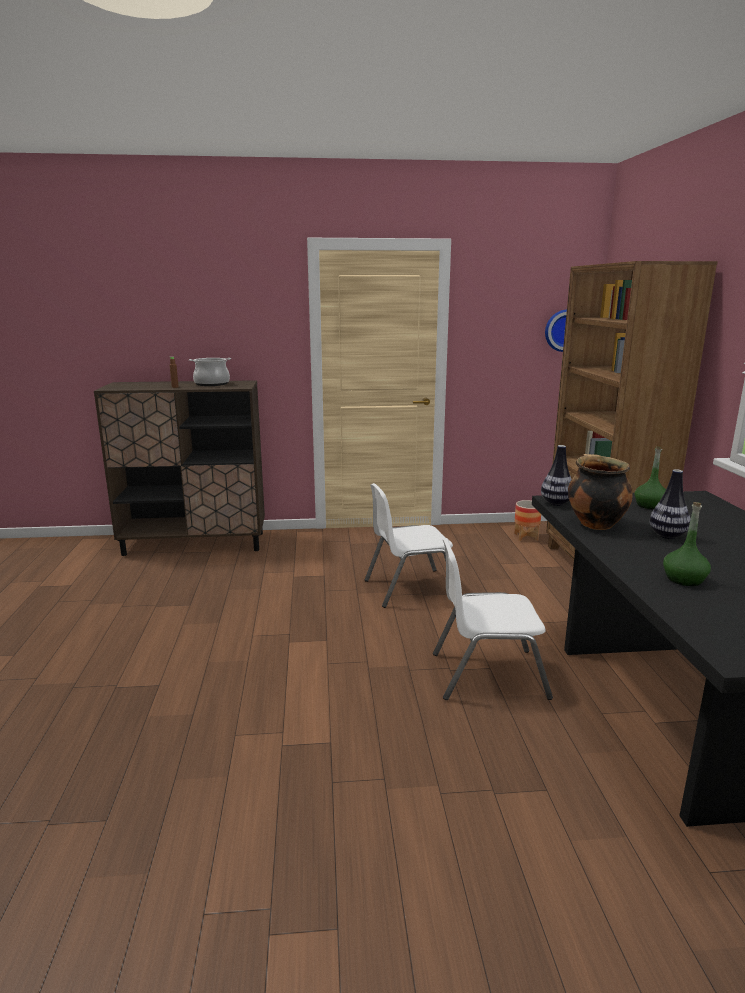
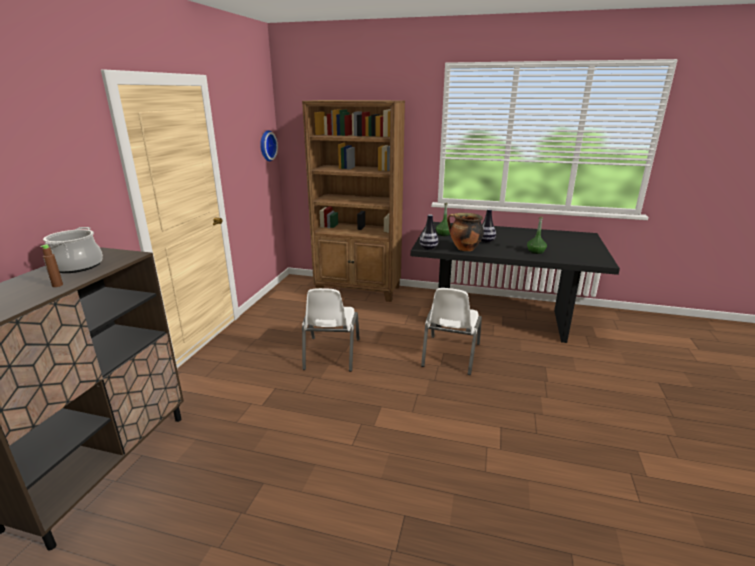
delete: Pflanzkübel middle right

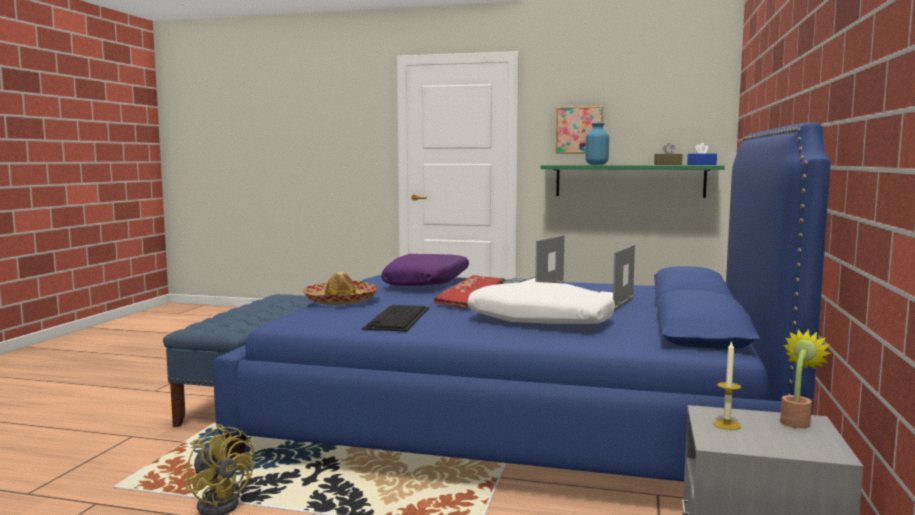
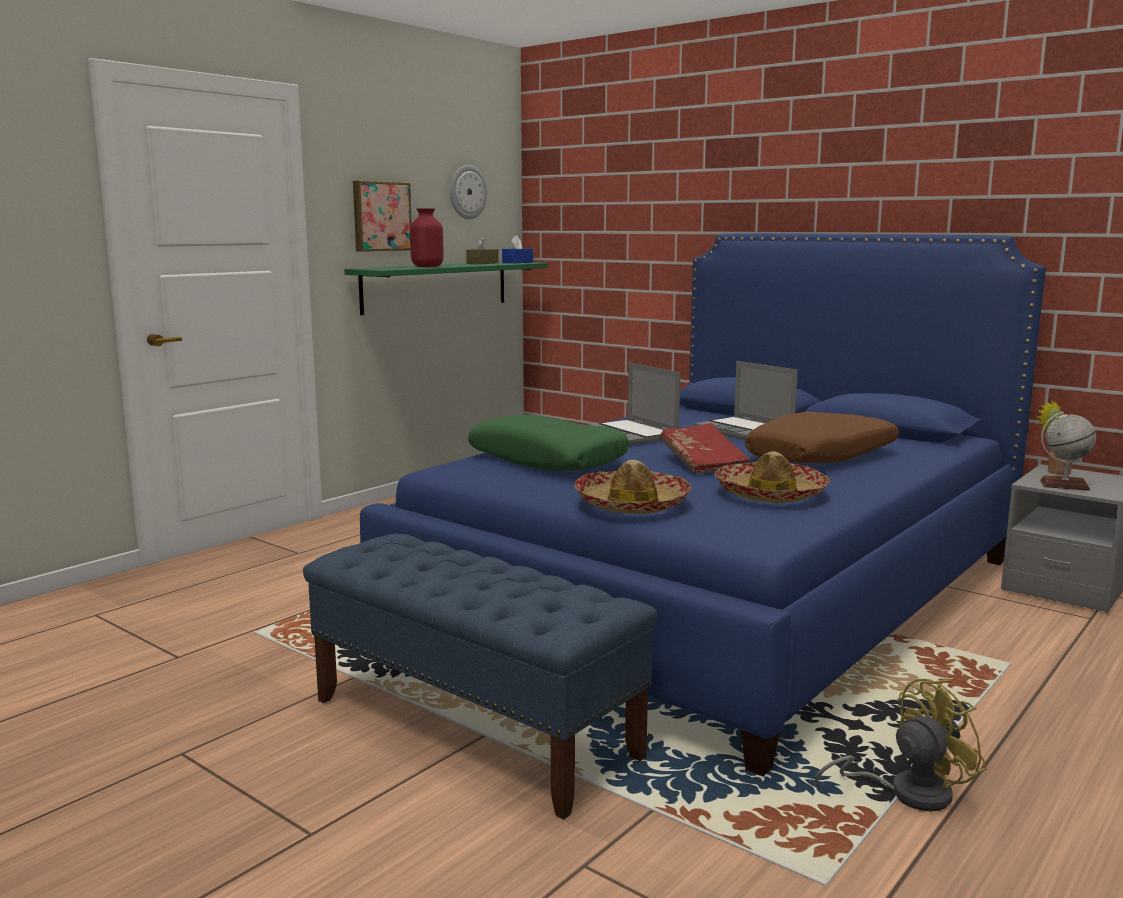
insert: Wanduhr top centre
replace: Tastatur centre to Hut (2nd from left) middle right; Kerze bottom right to Globus middle right
recolor: Kissen/lila centre to Kissen/grün centre; Kissen/weiß centre to Kissen/braun middle right; Vase/blau top centre to Vase/rot top centre

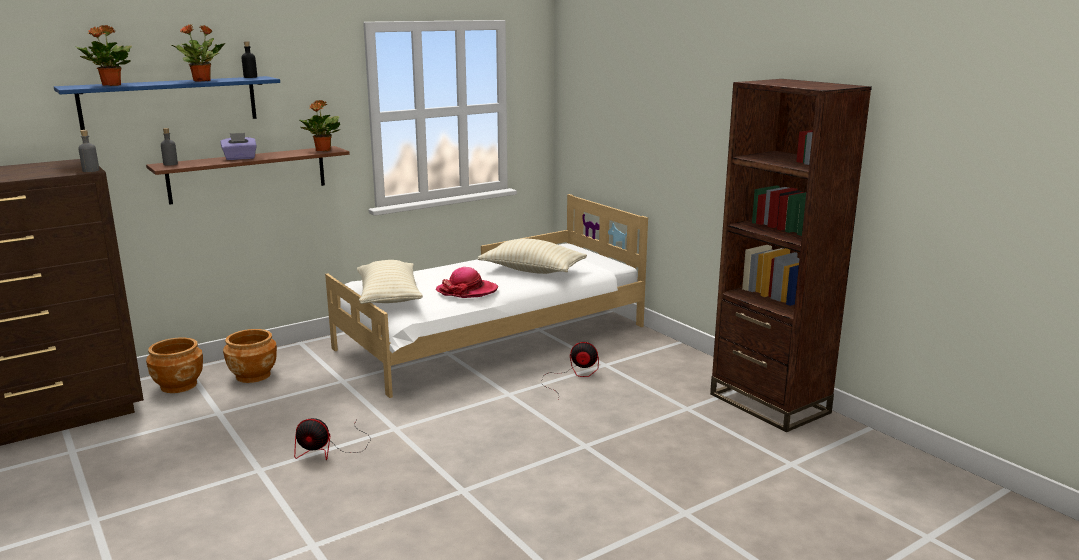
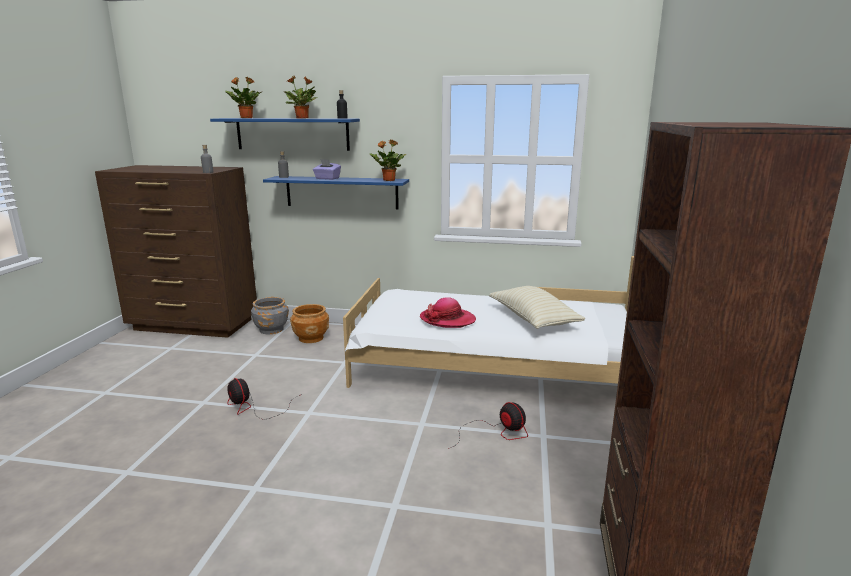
delete: Kissen/beige (1st from left) centre
recolor: Wandregal/braun top left to Wandregal/blau (2nd from left) centre; Pflanzkübel/braun (1st from left) middle left to Pflanzkübel/grau middle left

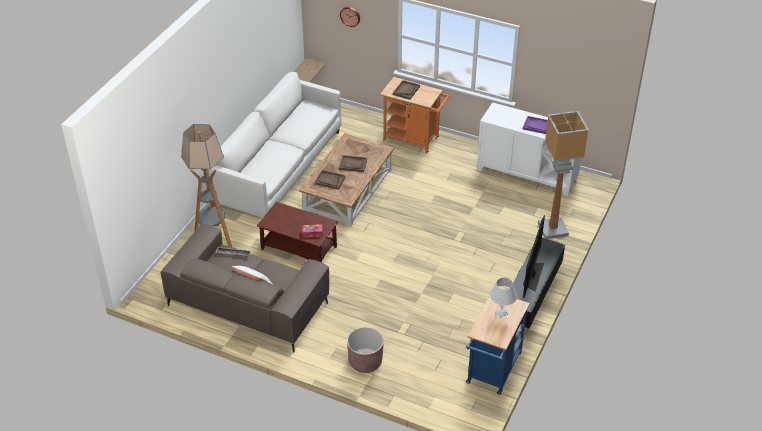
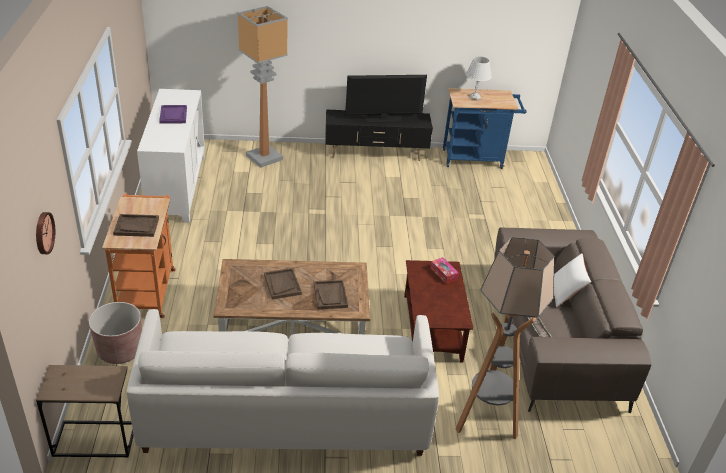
move: Pflanzkübel/braun bottom centre to bottom left

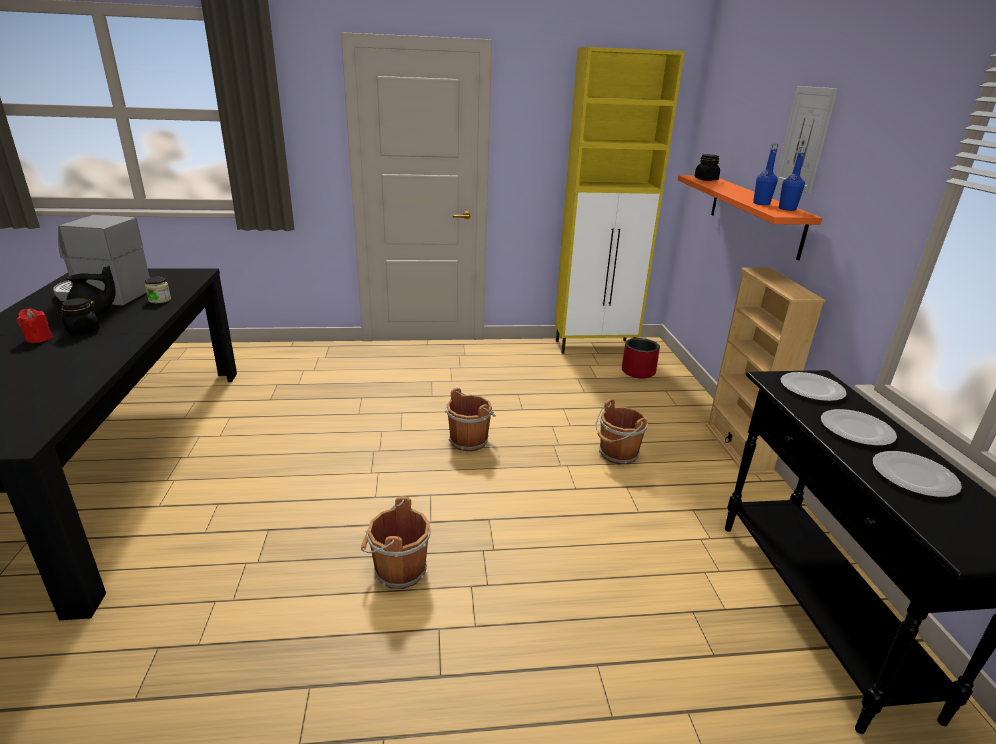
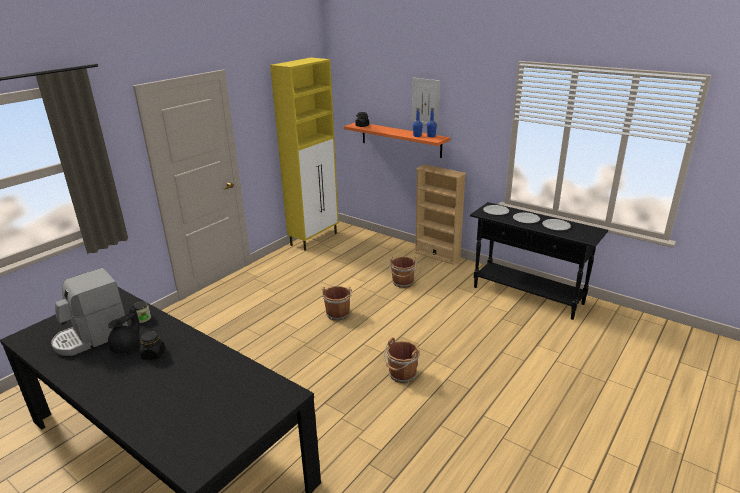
delete: Kerze/rot middle left; Pflanzkübel/rot centre

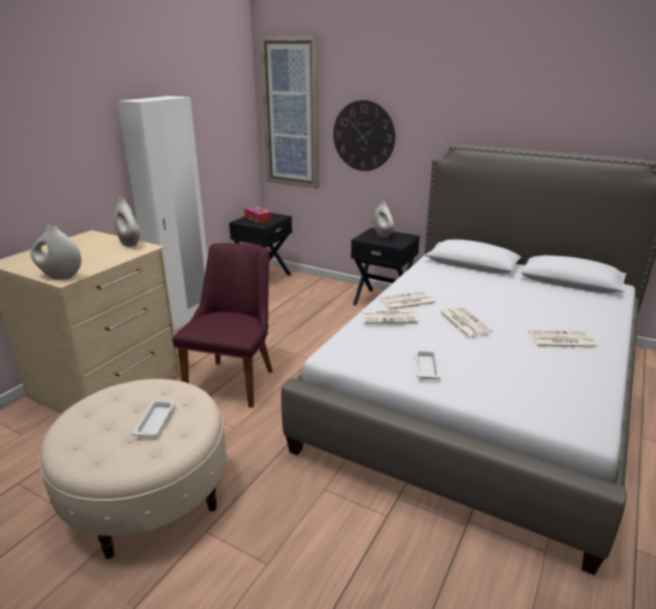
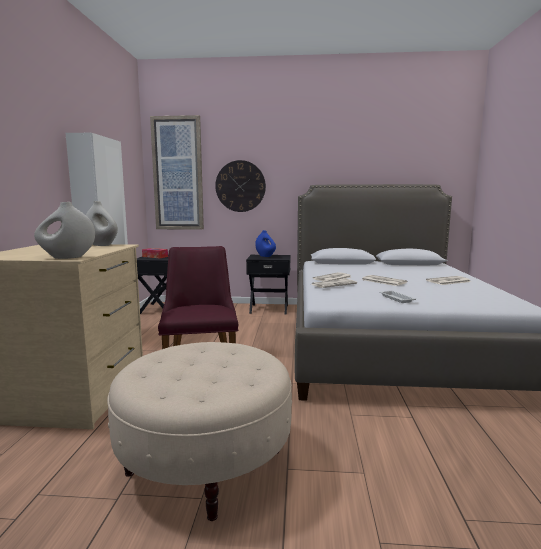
delete: Tablett/weiß (1st from left) bottom left
recolor: Vase/weiß (3rd from left) centre to Vase/blau centre

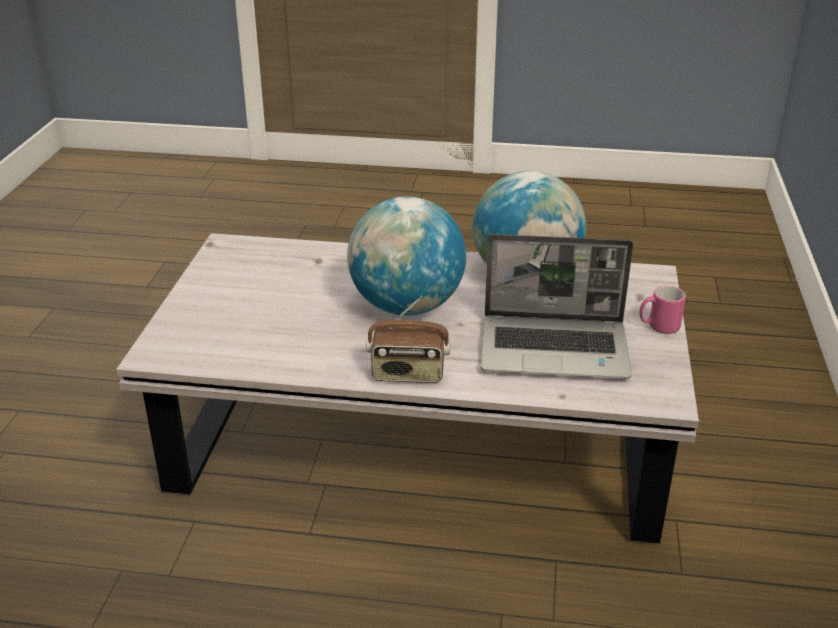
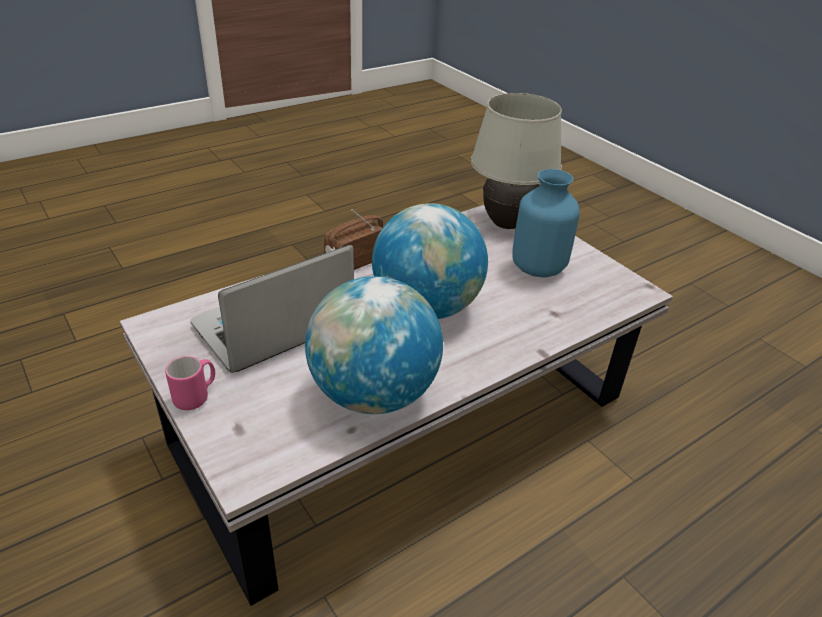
insert: Tischlampe/weiß top centre; Vase/blau centre

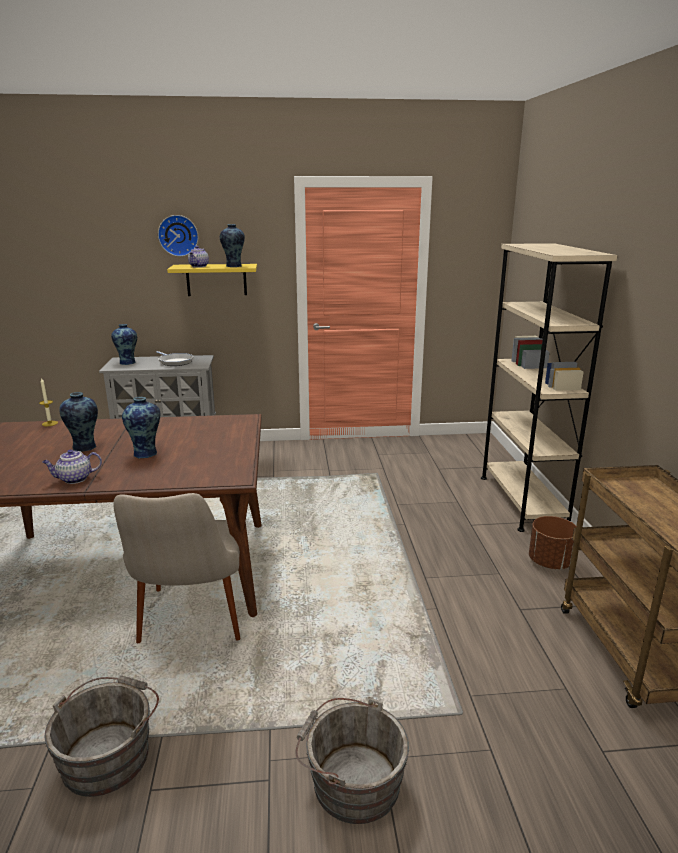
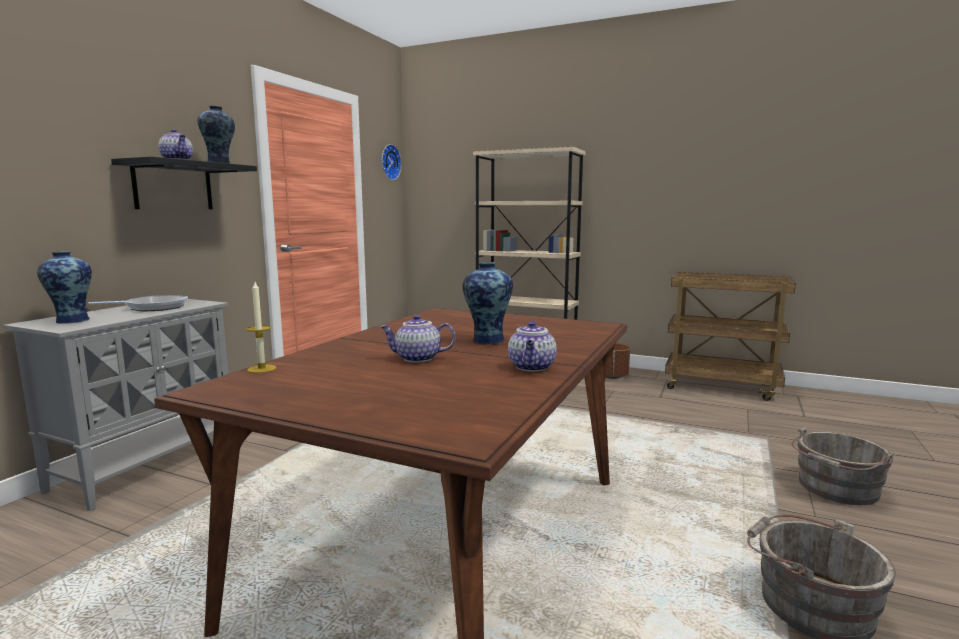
delete: Stuhl/beige middle left
move: Wanduhr top left to top centre
replace: Vase (1st from left) middle left to Teekanne (2nd from left) centre
recolor: Wandregal/gelb top left to Wandregal/schwarz top left

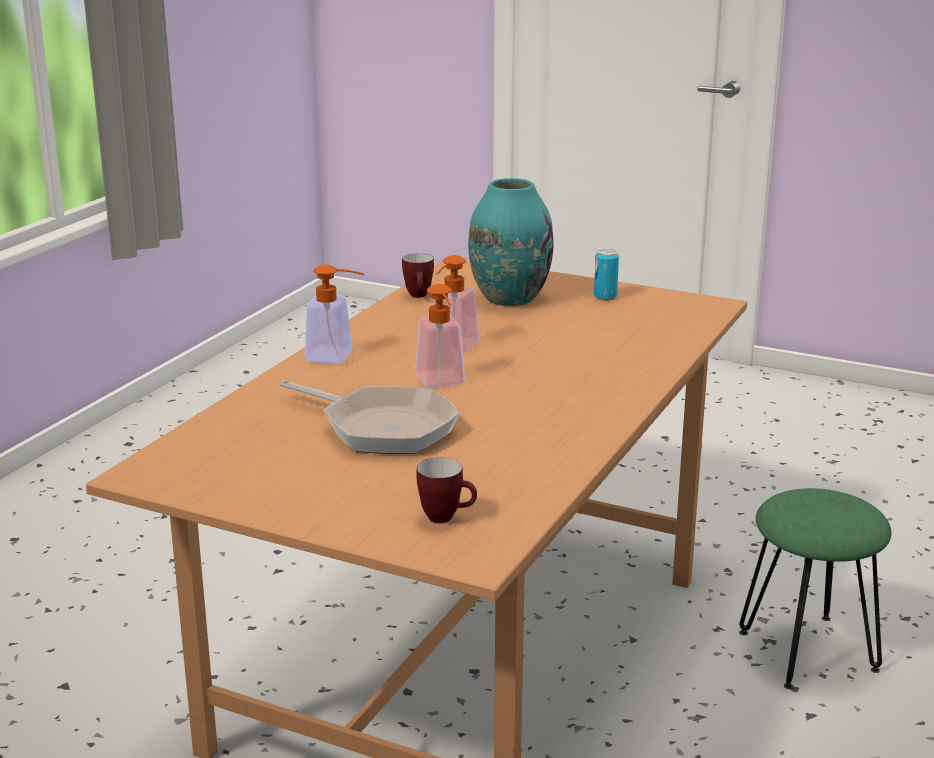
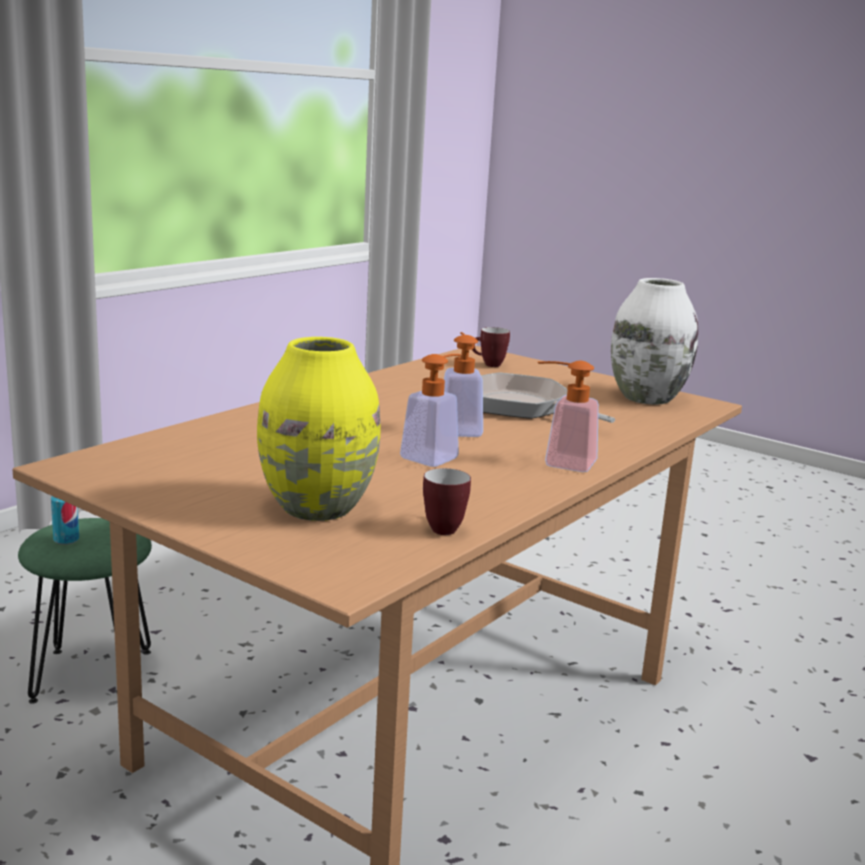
insert: Vase/weiß middle right
move: Dose centre to middle left
recolor: Vase/türkis top centre to Vase/gelb centre

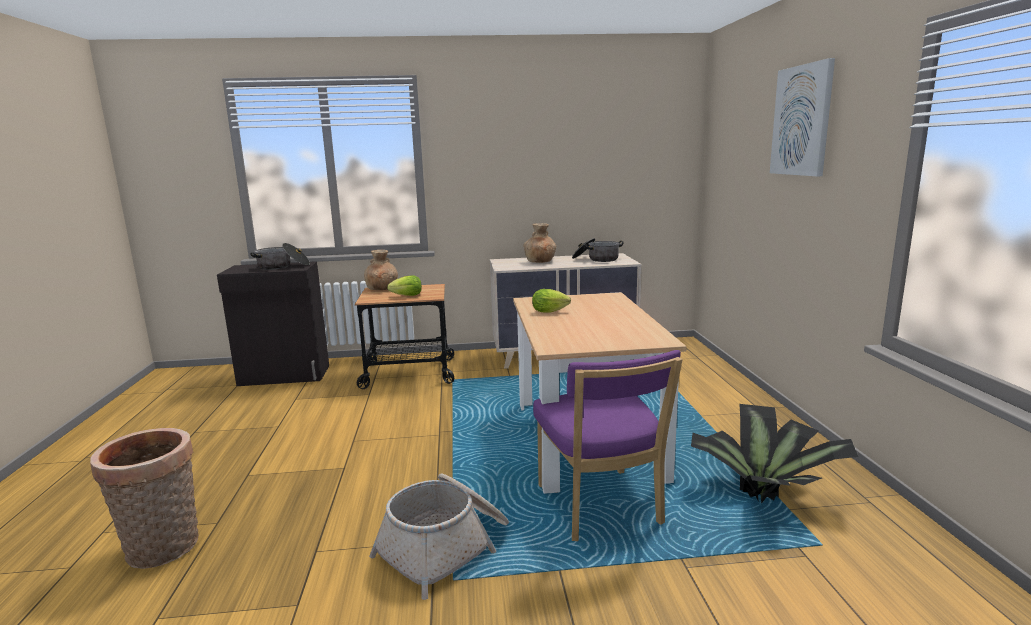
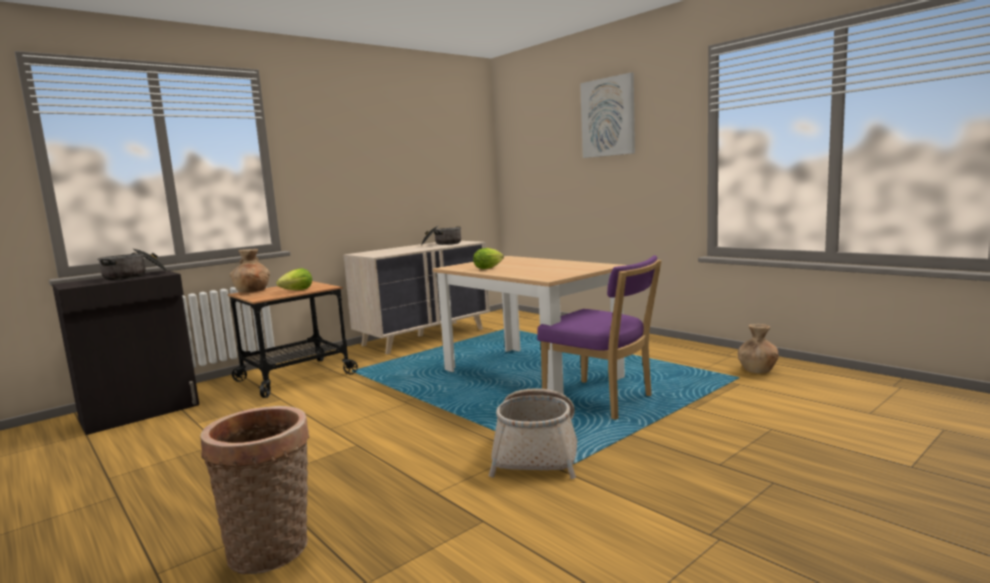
delete: Topfpflanze bottom right
move: Vase/braun (2nd from left) centre to middle right

